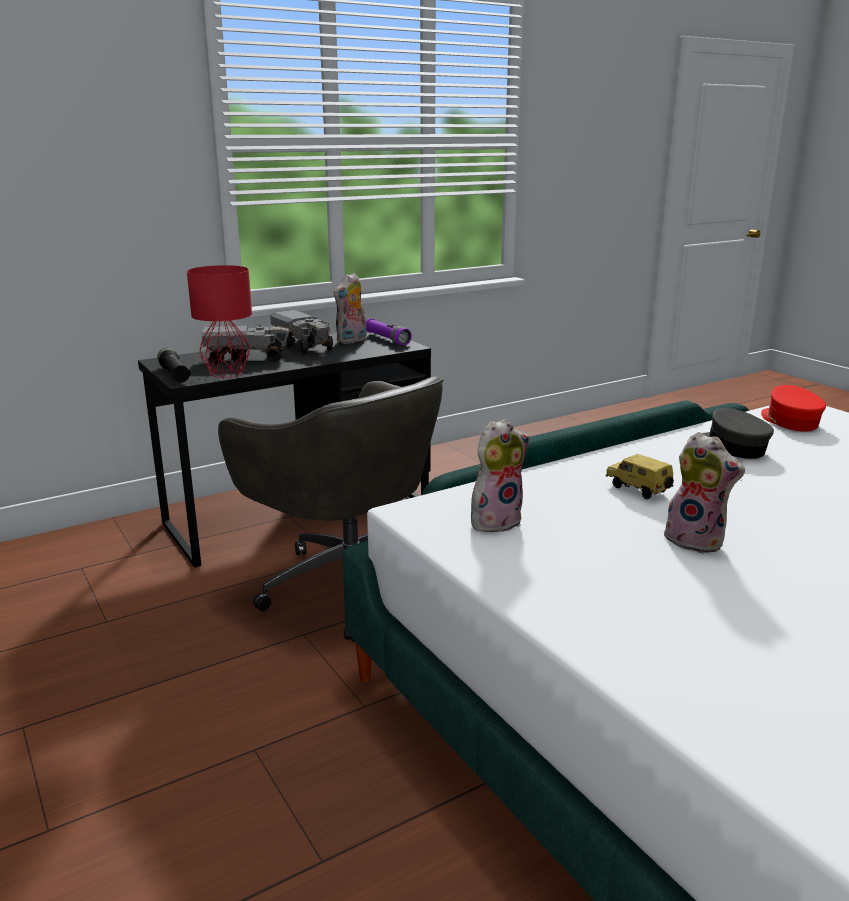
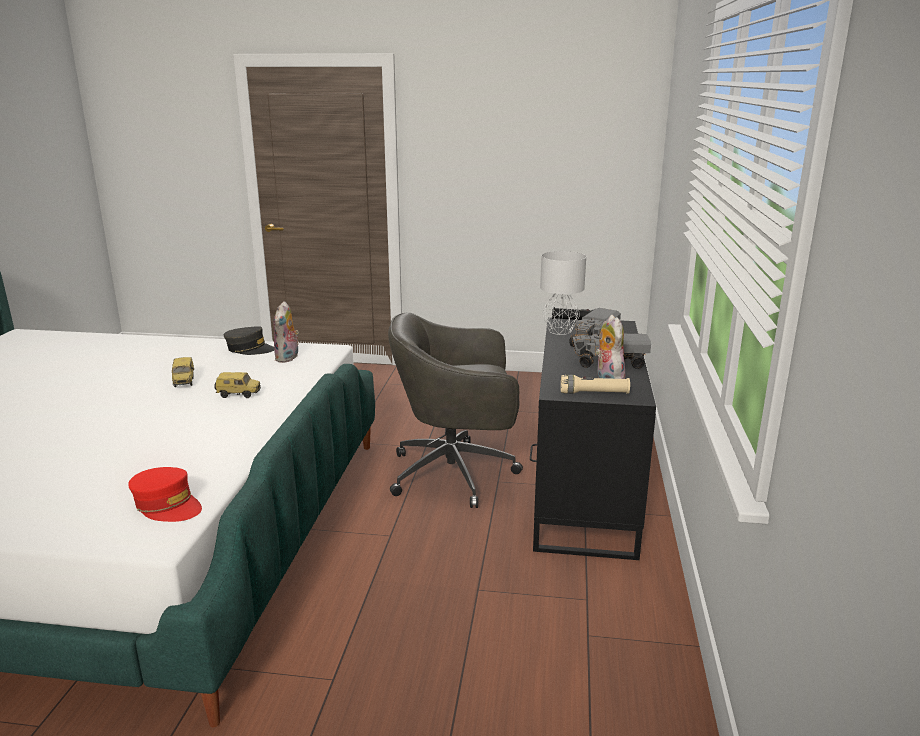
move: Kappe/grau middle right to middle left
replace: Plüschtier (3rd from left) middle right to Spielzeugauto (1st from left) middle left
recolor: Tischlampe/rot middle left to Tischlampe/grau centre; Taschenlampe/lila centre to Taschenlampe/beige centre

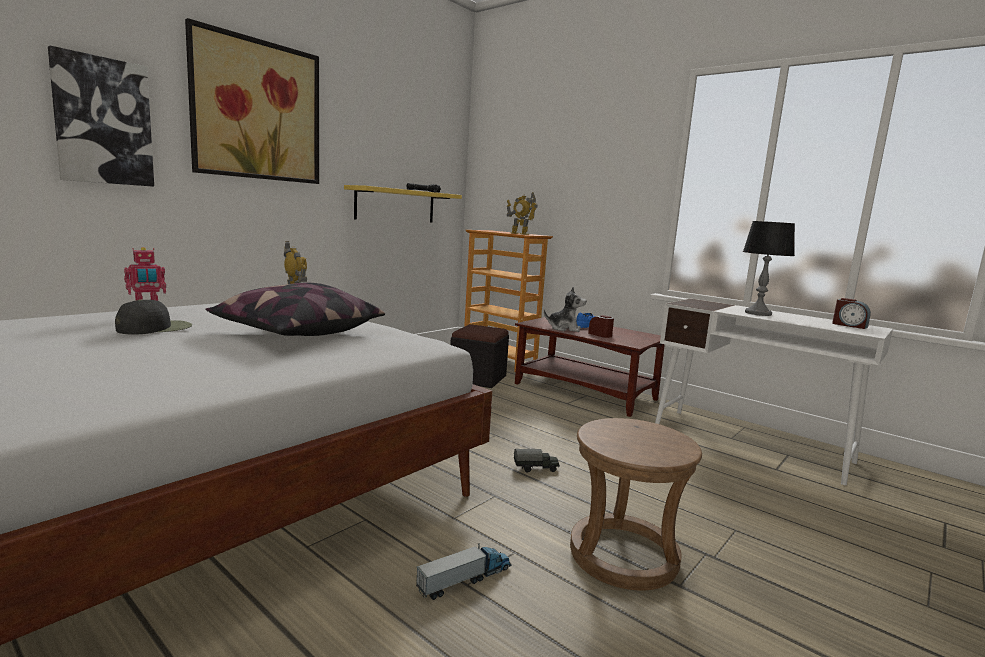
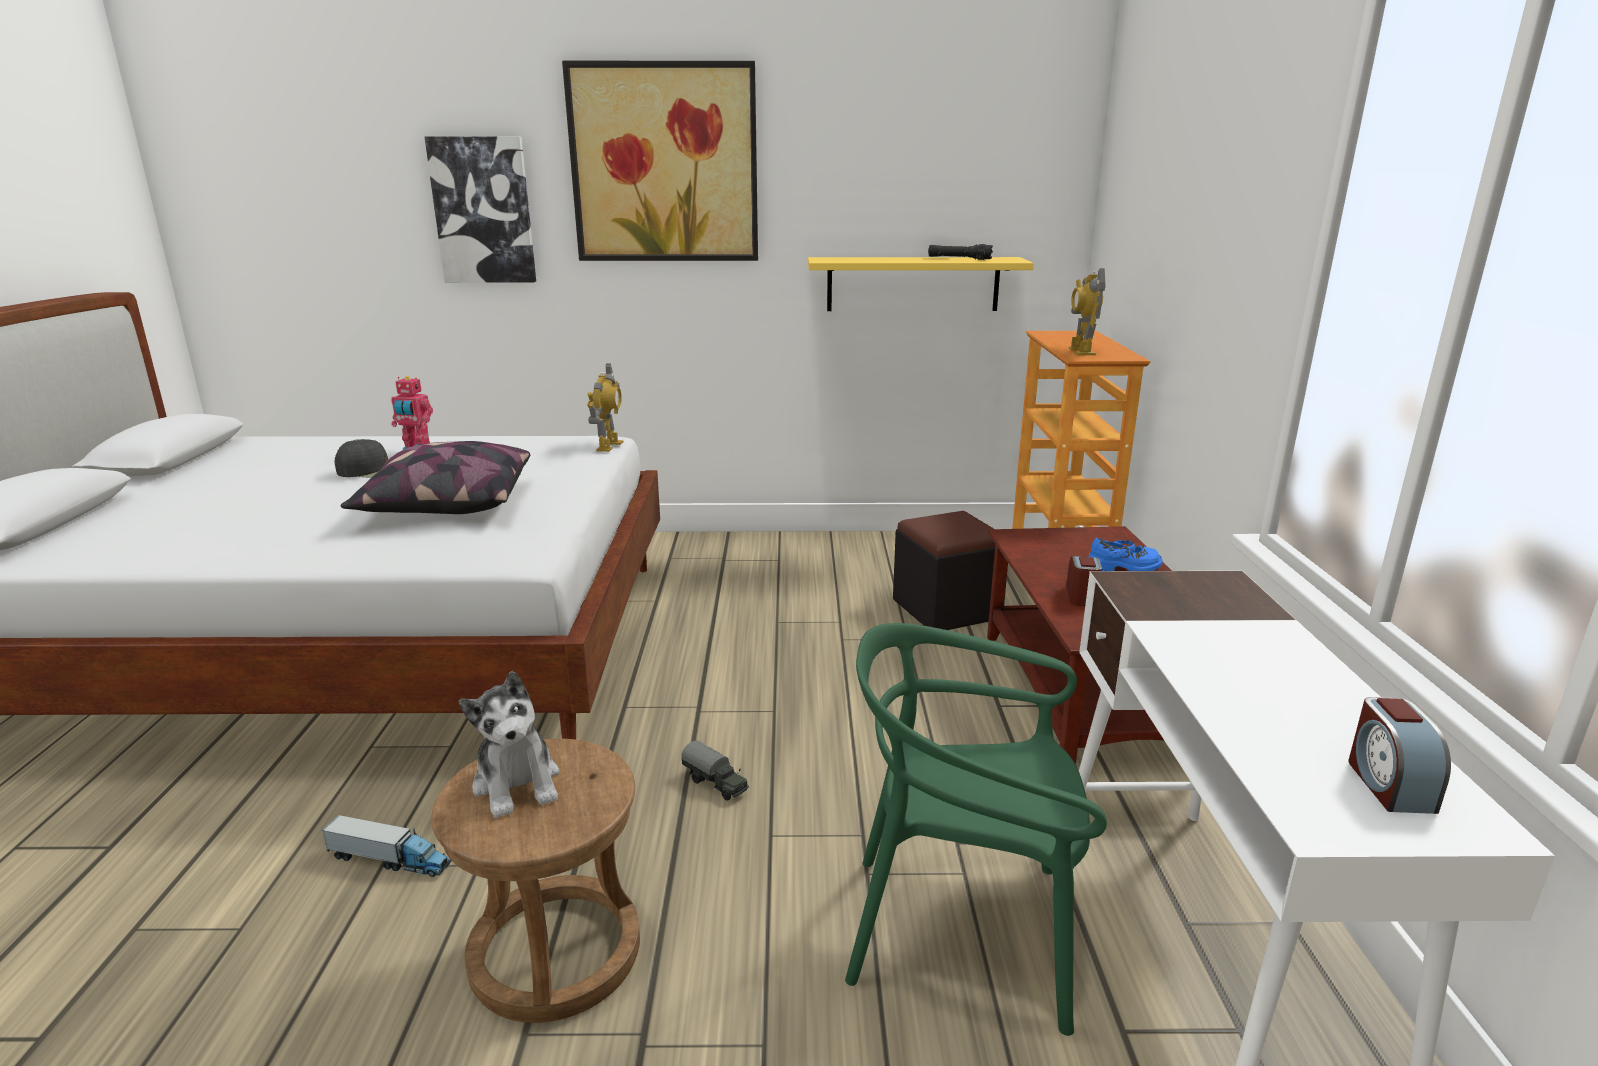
delete: Tischlampe middle right
insert: Stuhl/grün bottom centre
move: Plüschtier centre to bottom left

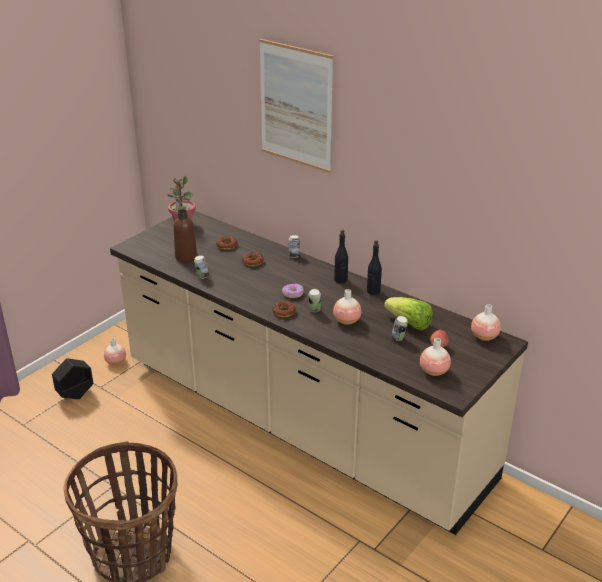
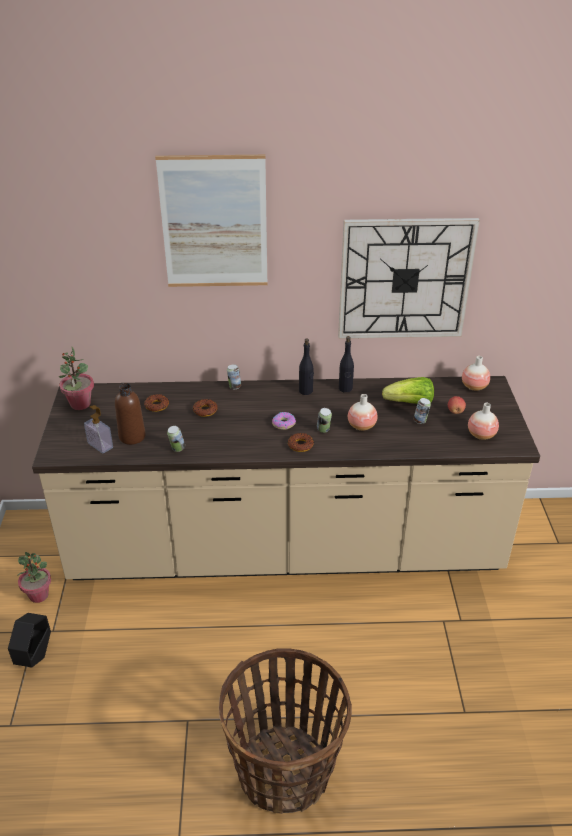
insert: Seifenspender middle left; Wanduhr top right
replace: Vase (1st from left) middle left to Topfpflanze (1st from left) bottom left

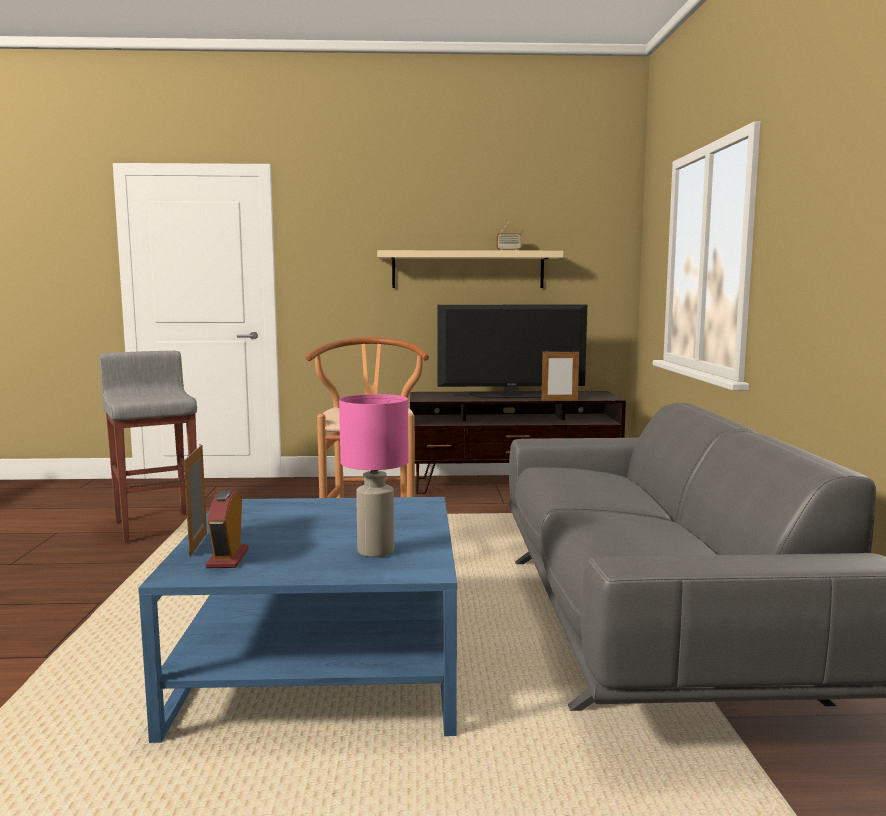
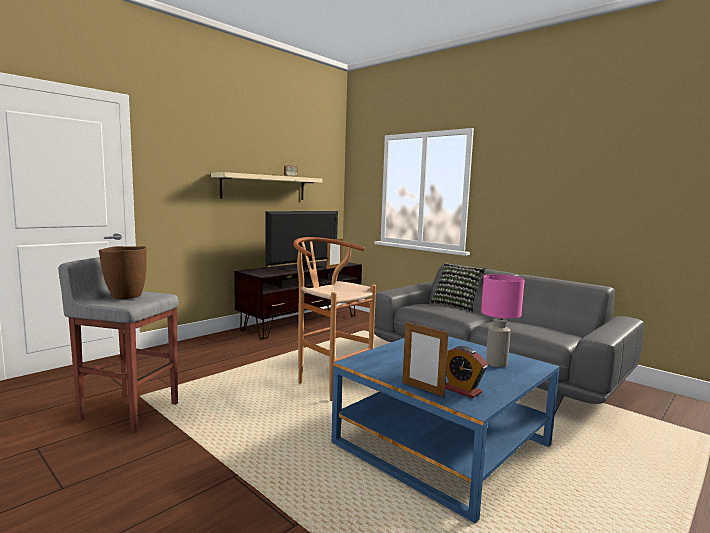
insert: Vase/braun middle left; Kissen centre

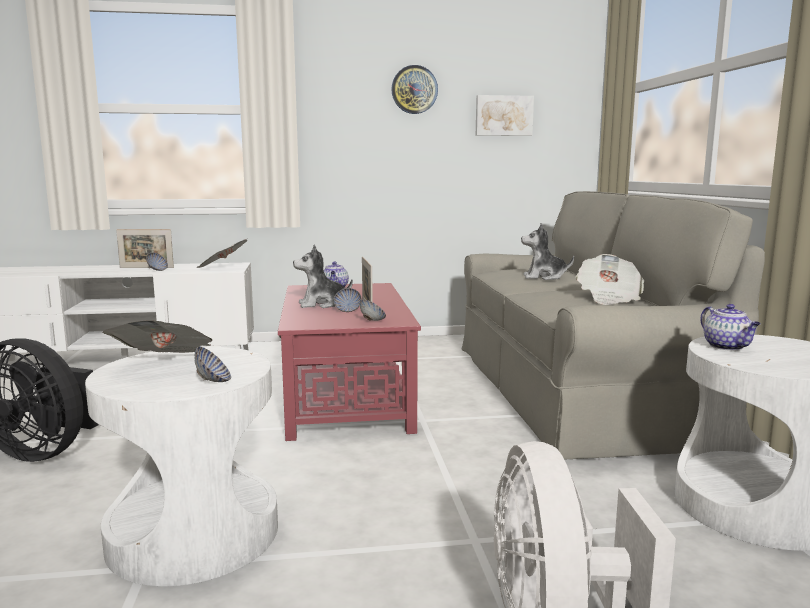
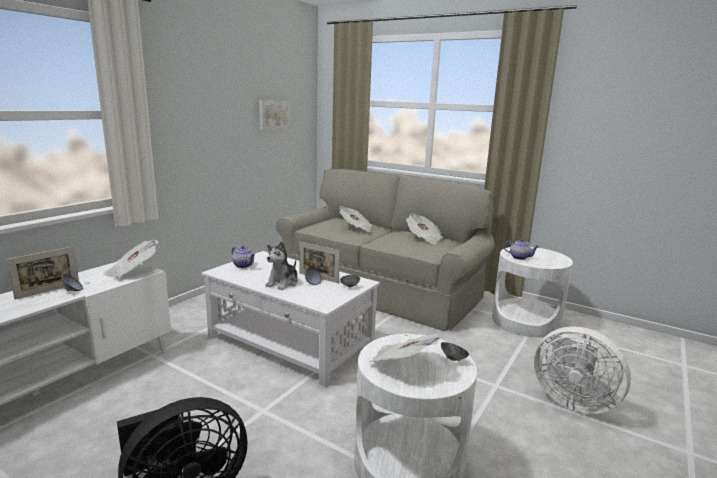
delete: Wanduhr top centre
replace: Plüschtier (2nd from left) middle right to Zeitung (2nd from left) centre
recolor: Couchtisch/rot centre to Couchtisch/weiß bottom centre

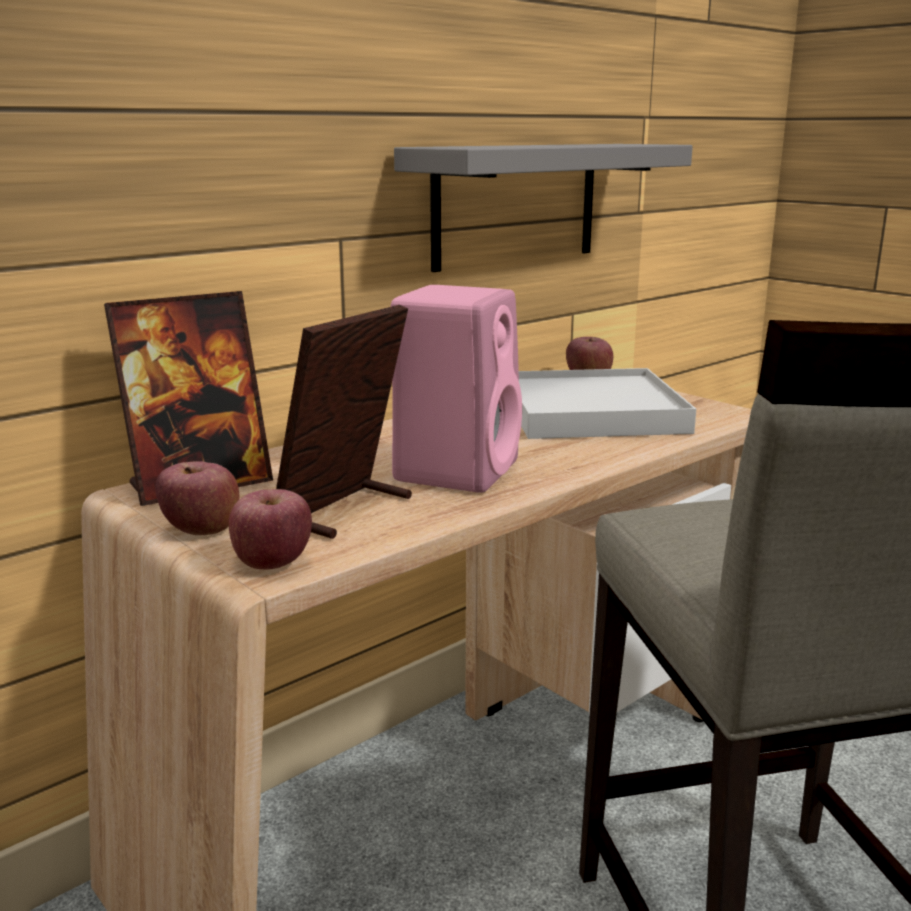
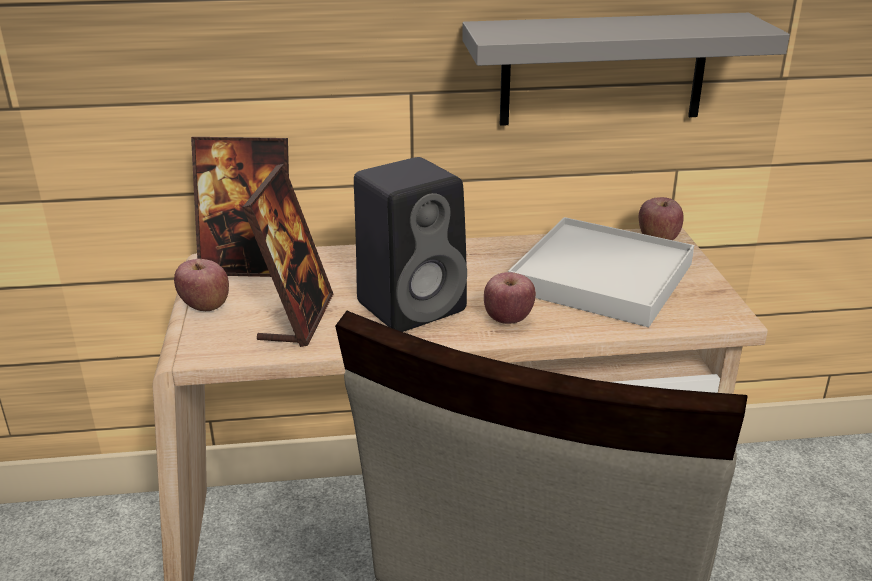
move: Apfel (2nd from left) middle left to centre
recolor: Lautsprecher/rosa centre to Lautsprecher/schwarz centre
rotate: Bilderrahmen (2nd from left) centre = middle left 120 degrees clockwise

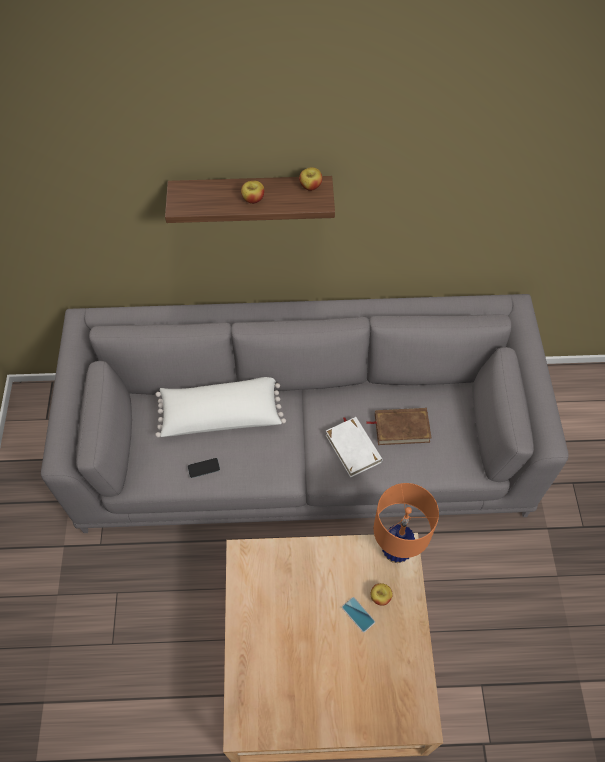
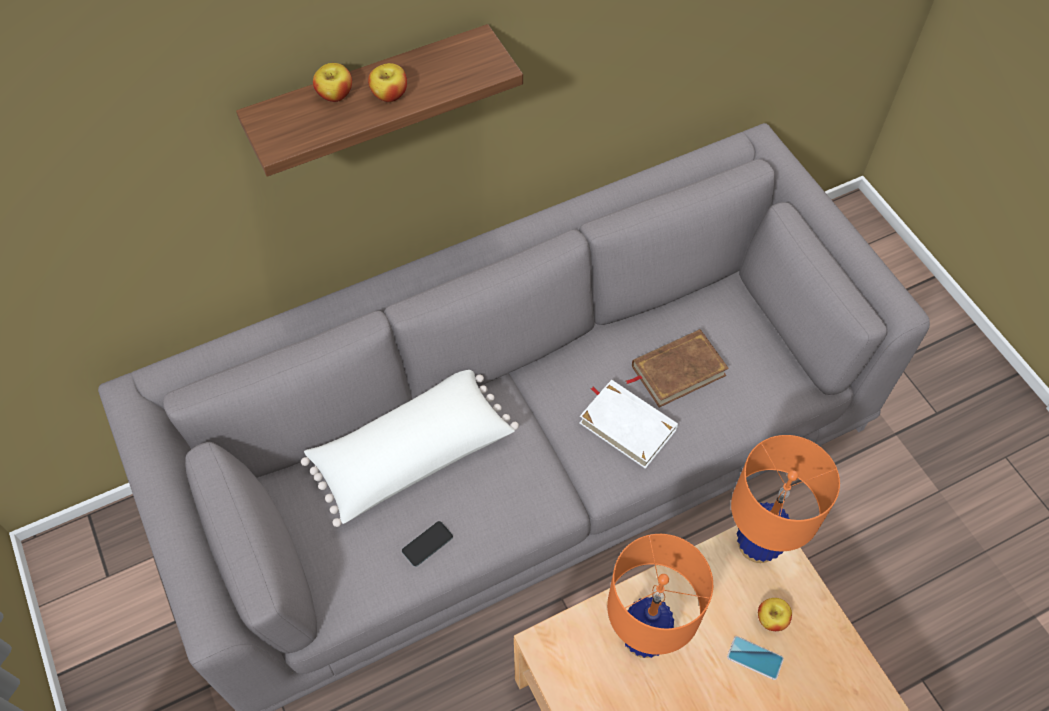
insert: Tischlampe/orange (1st from left) bottom centre
move: Apfel (2nd from left in the first image) top centre to Apfel (1st from left) top left

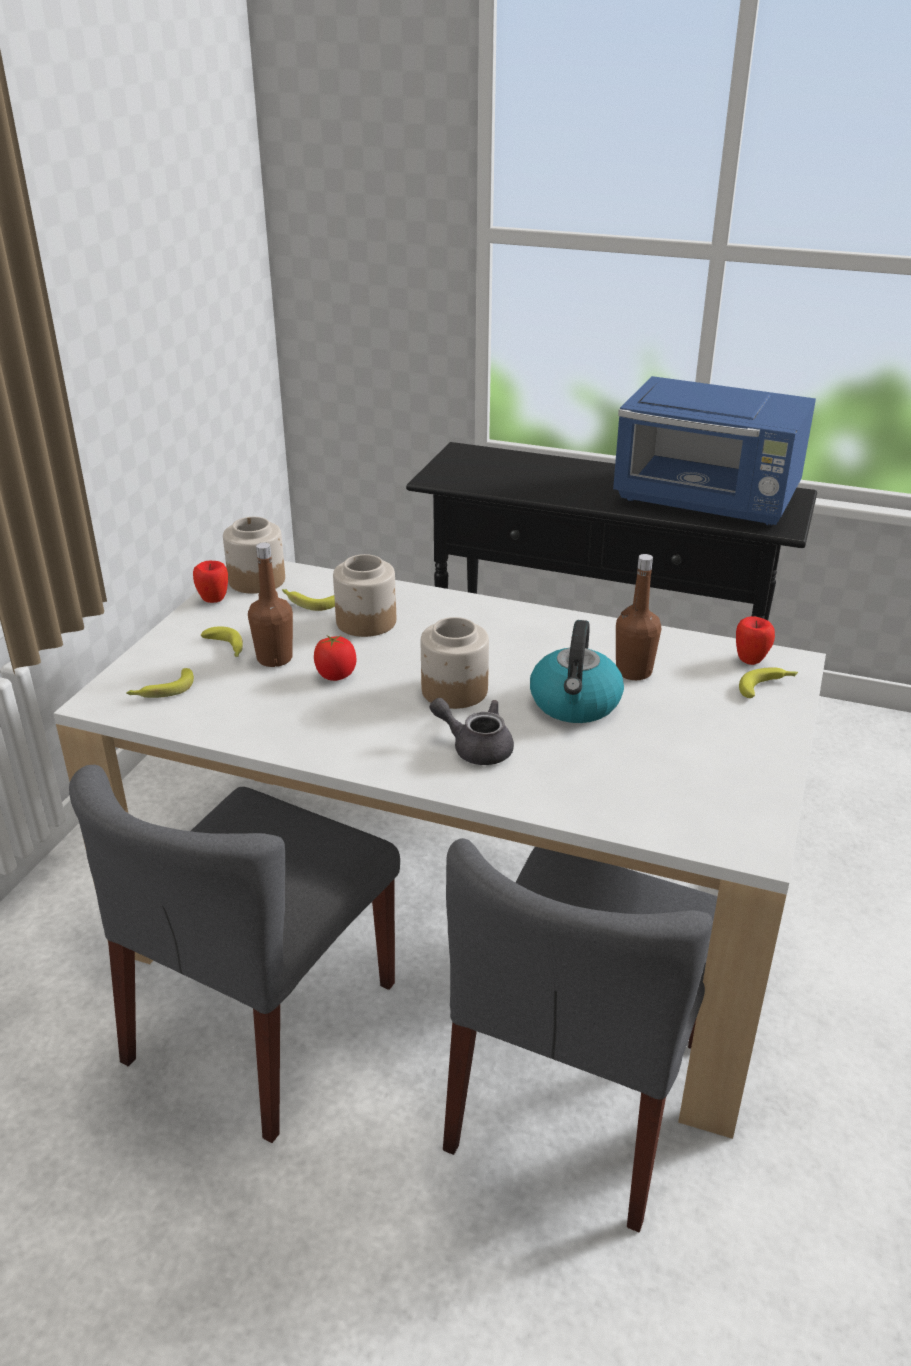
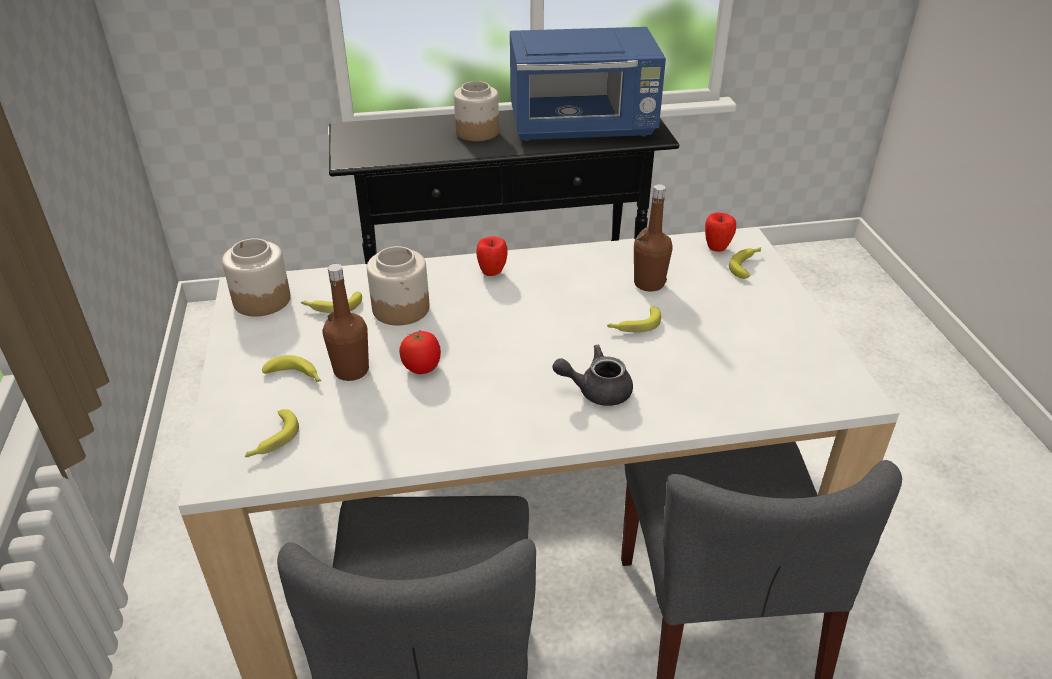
move: Apfel (1st from left) middle left to centre; Vorratsglas (3rd from left) centre to top centre
replace: Wasserkessel centre to Banane (4th from left) centre

